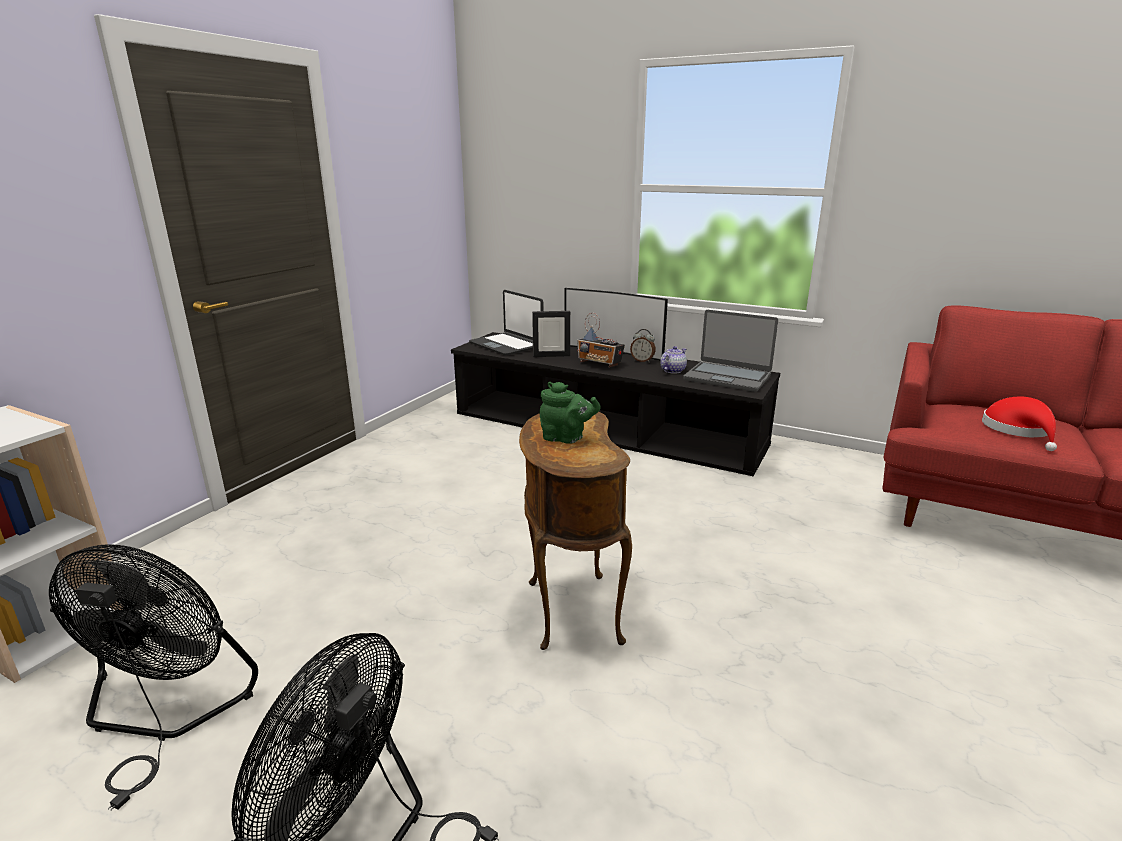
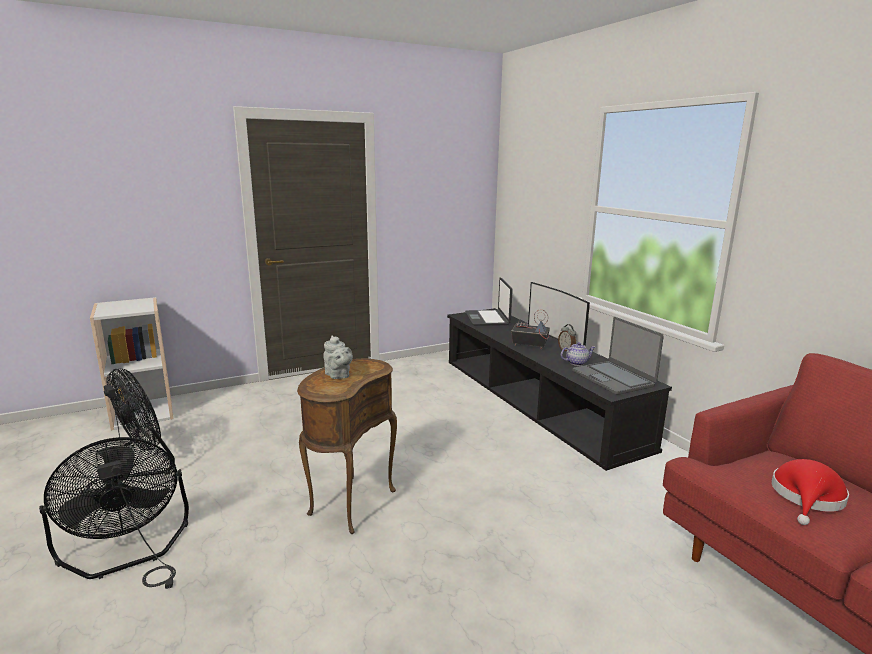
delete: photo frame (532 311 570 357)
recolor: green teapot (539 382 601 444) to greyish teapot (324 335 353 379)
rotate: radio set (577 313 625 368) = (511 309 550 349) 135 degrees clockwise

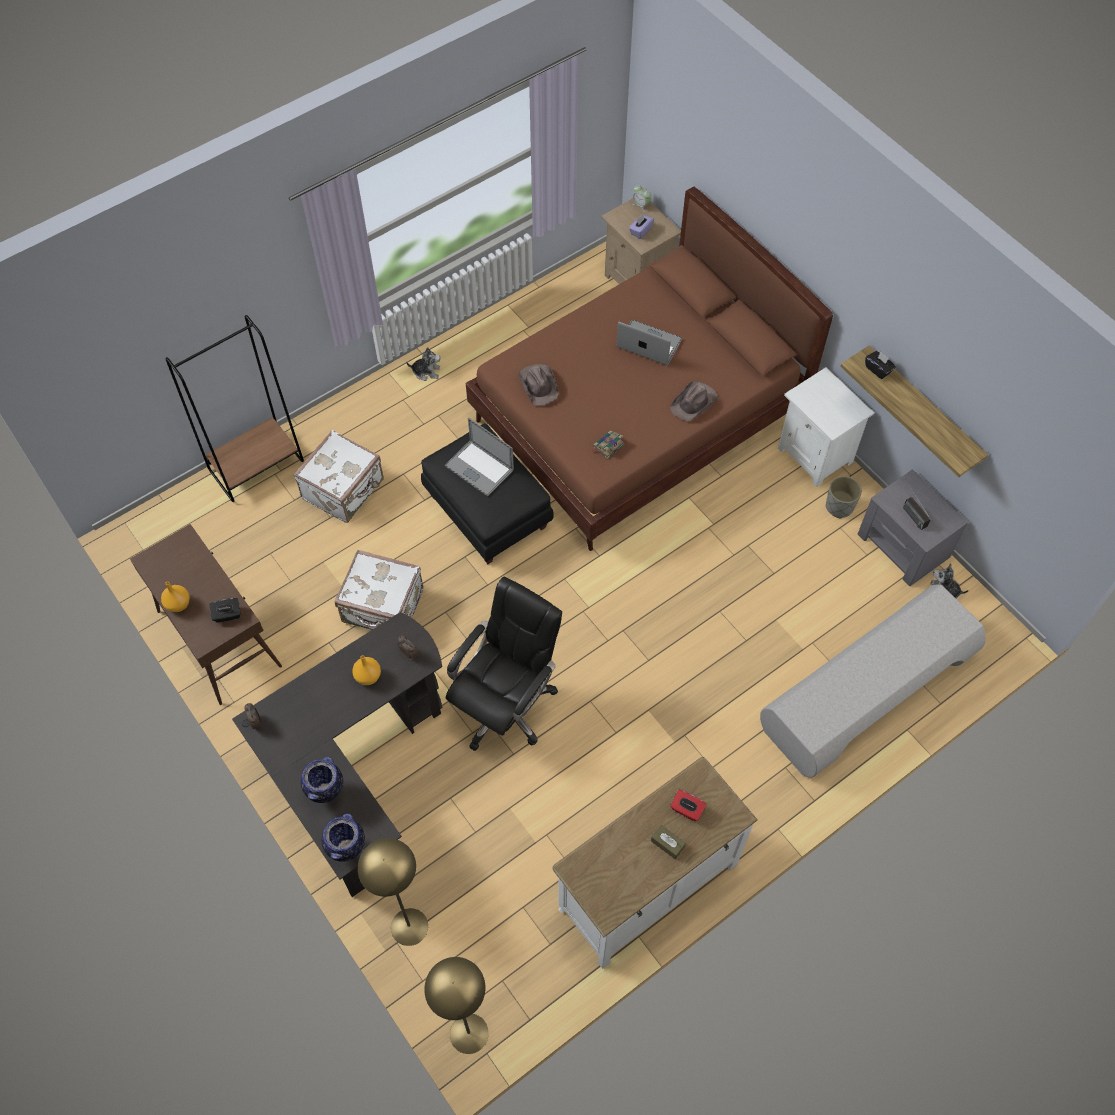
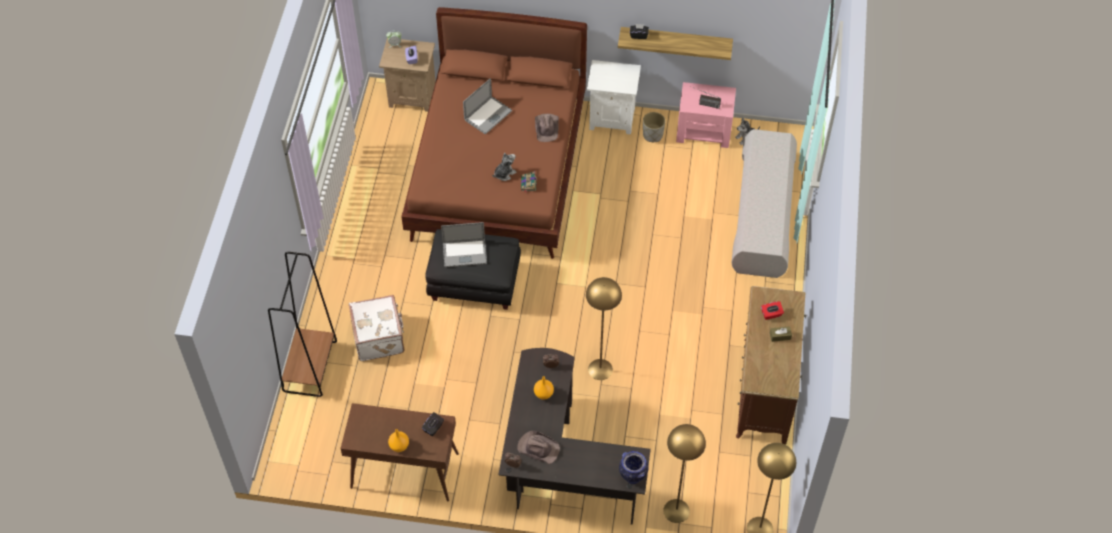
delete: decorative vase (301 757 343 803); white piece of luggage (335 550 423 630)
move: soft toy (406 347 440 381) to (492 153 517 181); brown wearable hat (518 364 559 406) to (517 431 560 464)
replace: black-coloured computer chair (446 577 562 751) to yellowish standard lamp (586 277 622 380)
recolor: greyish bedside table (858 469 968 586) to pinkish bedside table (676 82 736 148); white drawer chest (552 757 758 969) to brown drawer chest (736 286 806 444)
rotate: portable computer (617 320 682 366) = (463 78 512 134) 150 degrees clockwise

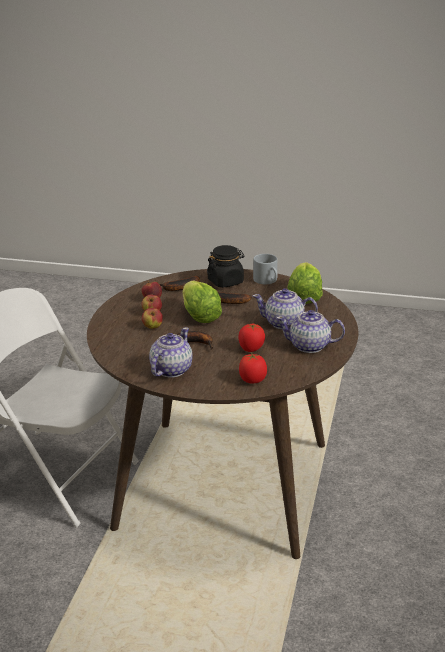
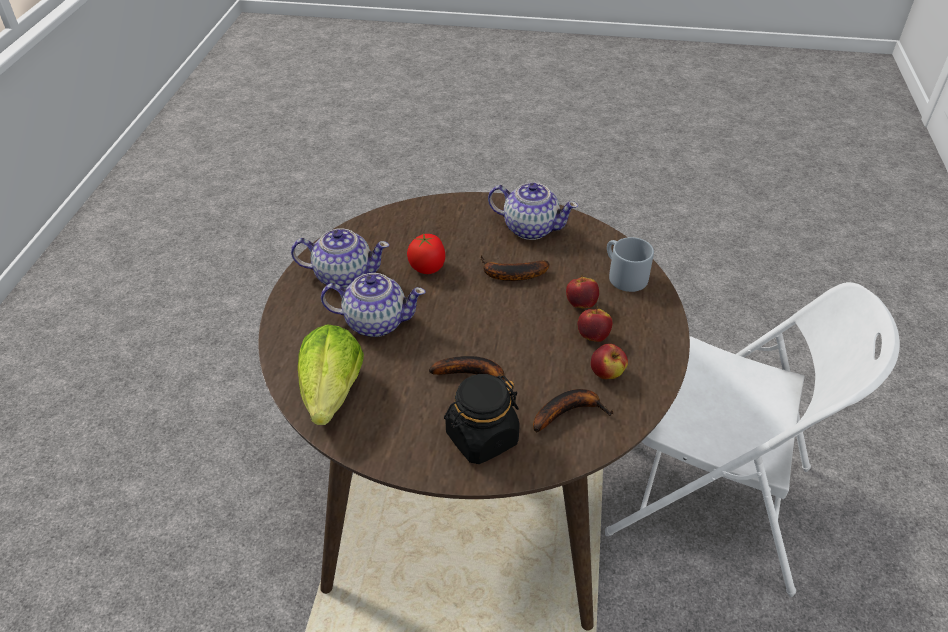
delete: lettuce (183 281 222 323); fresh tomato (239 352 267 384)
move: greyish tea mug (253 254 278 284) to (607 237 654 292)
rotate: teapot (149 327 193 377) = (488 183 578 240) 90 degrees counterclockwise

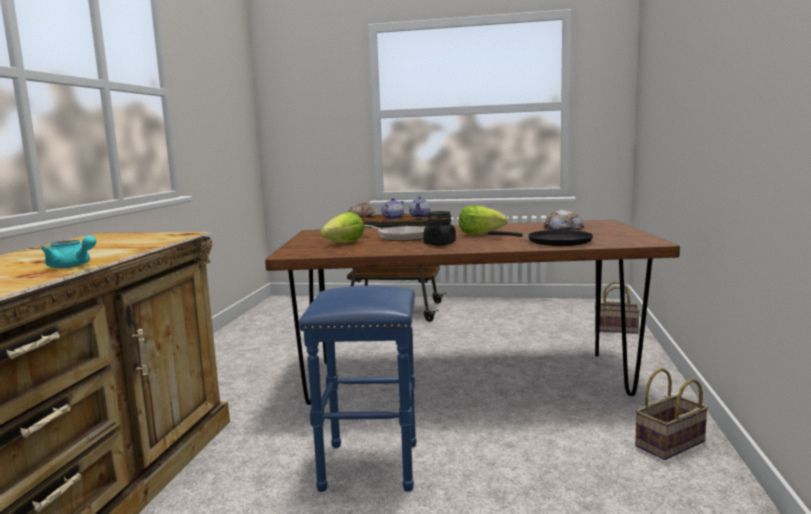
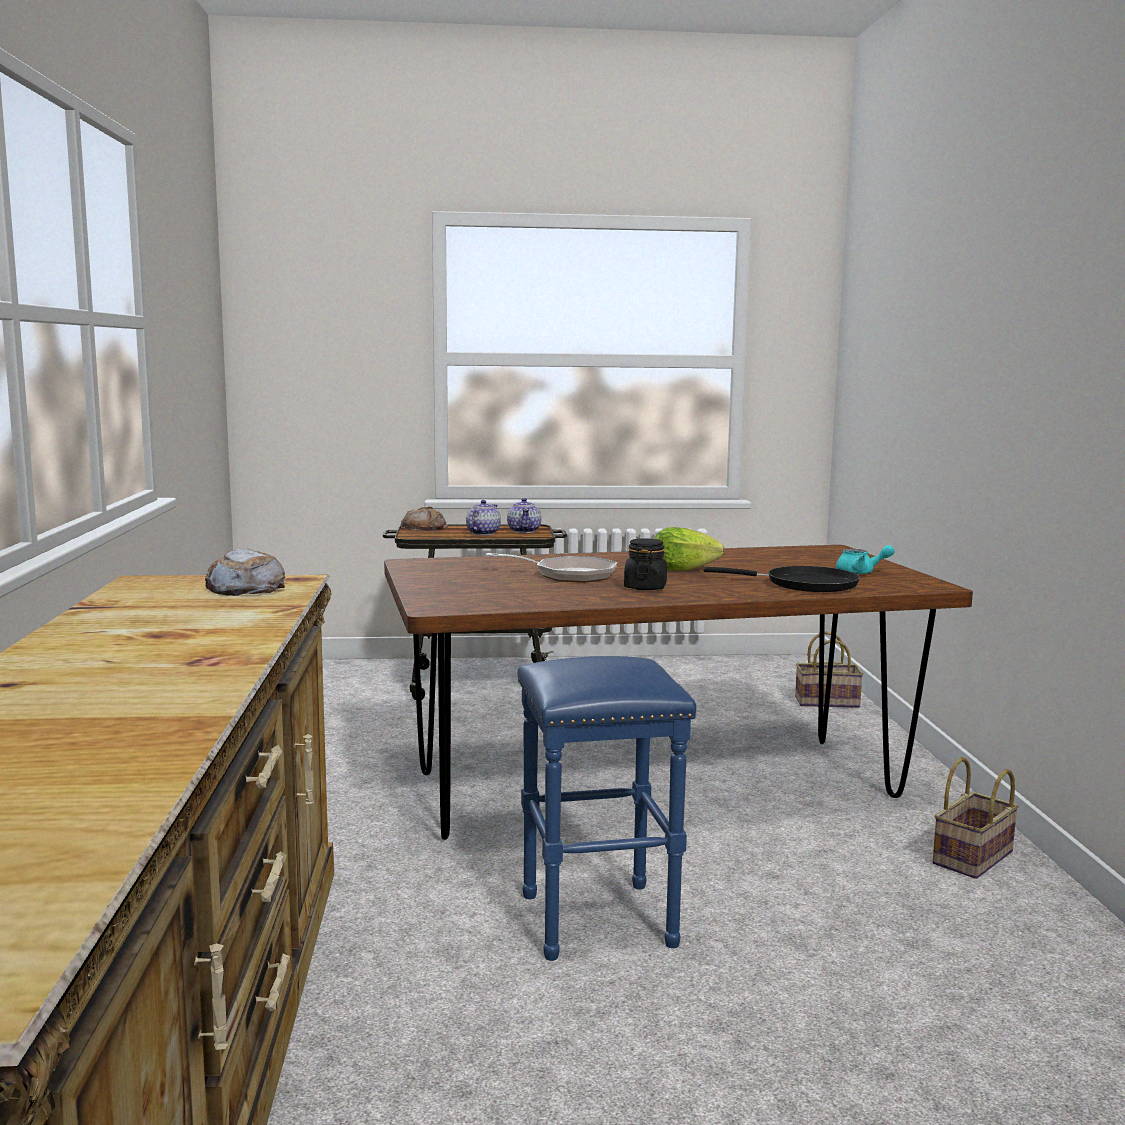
delete: lettuce (320 212 364 243)
move: baked bread (544 210 584 230) to (205 548 285 596); turquoise-coloured teapot (41 235 96 268) to (836 545 895 575)

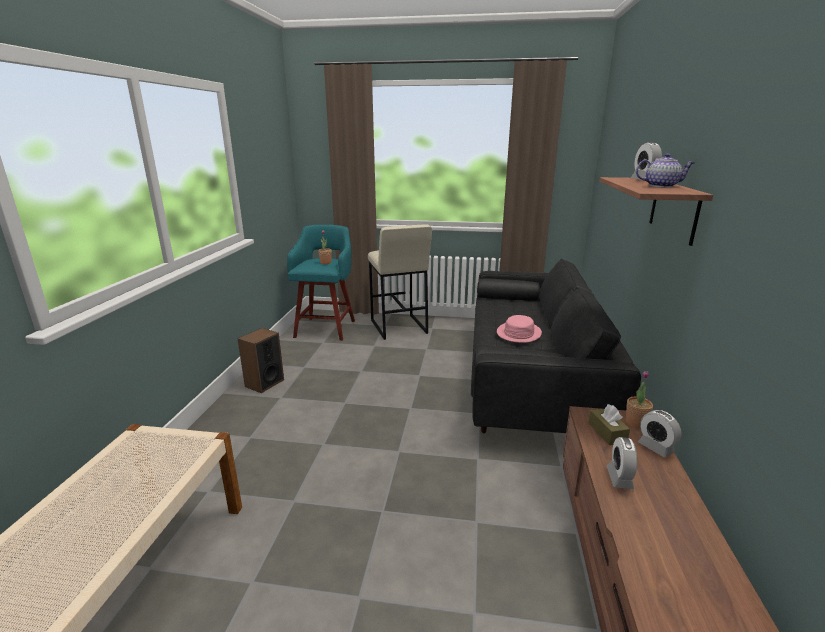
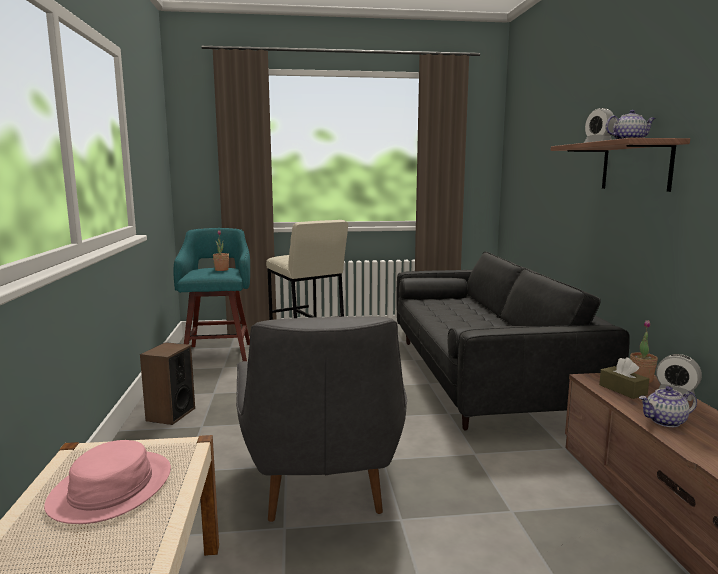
insert: greyish lounge chair (236 316 407 522)
move: pinkish wearable hat (497 315 542 343) to (44 440 171 524)
replace: table clock (607 437 637 489) to teapot (639 386 697 427)

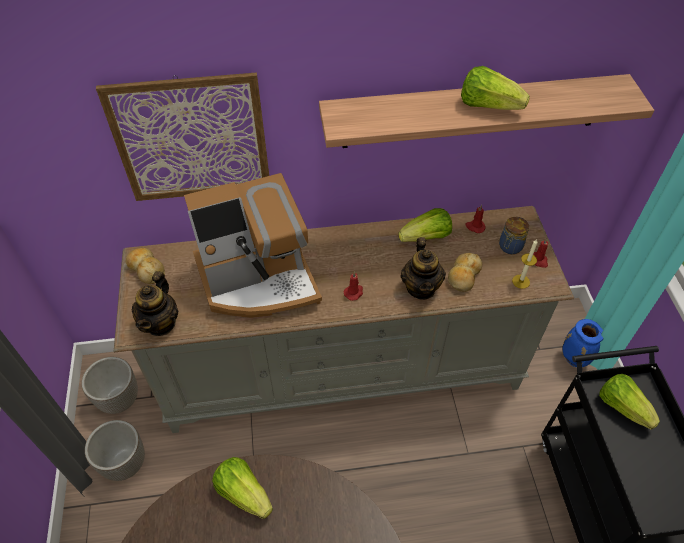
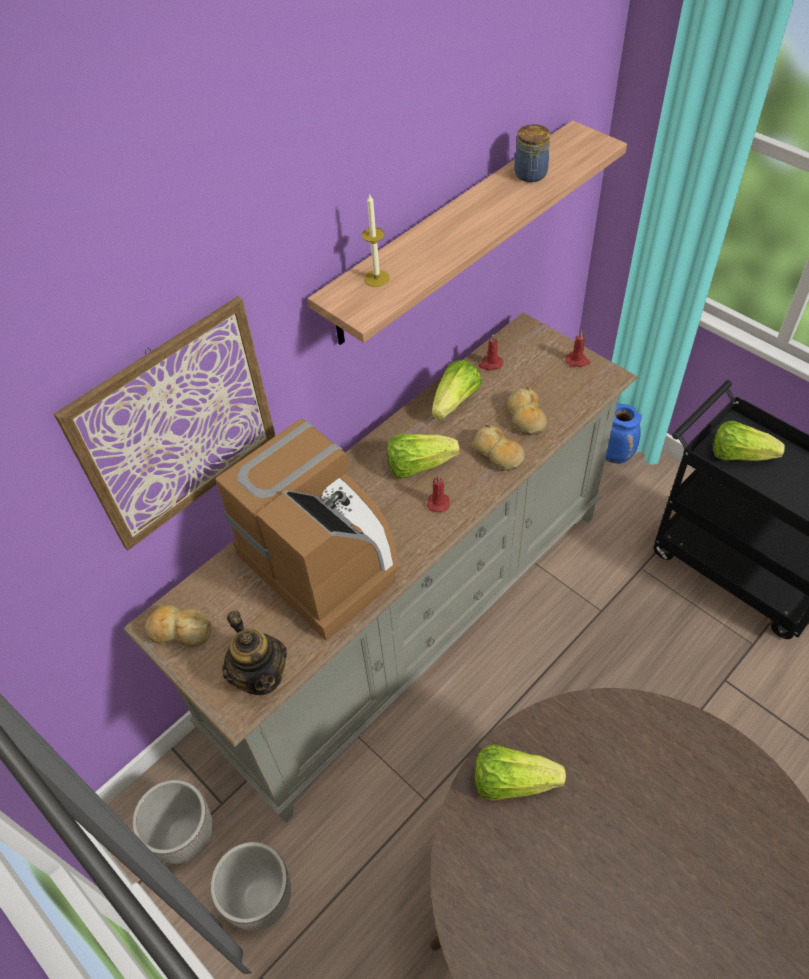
move: candle (512 239 538 289) to (362 195 390 287); lettuce (461 66 530 110) to (387 434 460 478); jar (499 217 529 254) to (514 124 550 182)
replace: teapot (400 237 446 300) to baked bread (472 425 525 471)
rotate: coffee brewer (184 173 322 318) = (215 419 399 641) 75 degrees counterclockwise

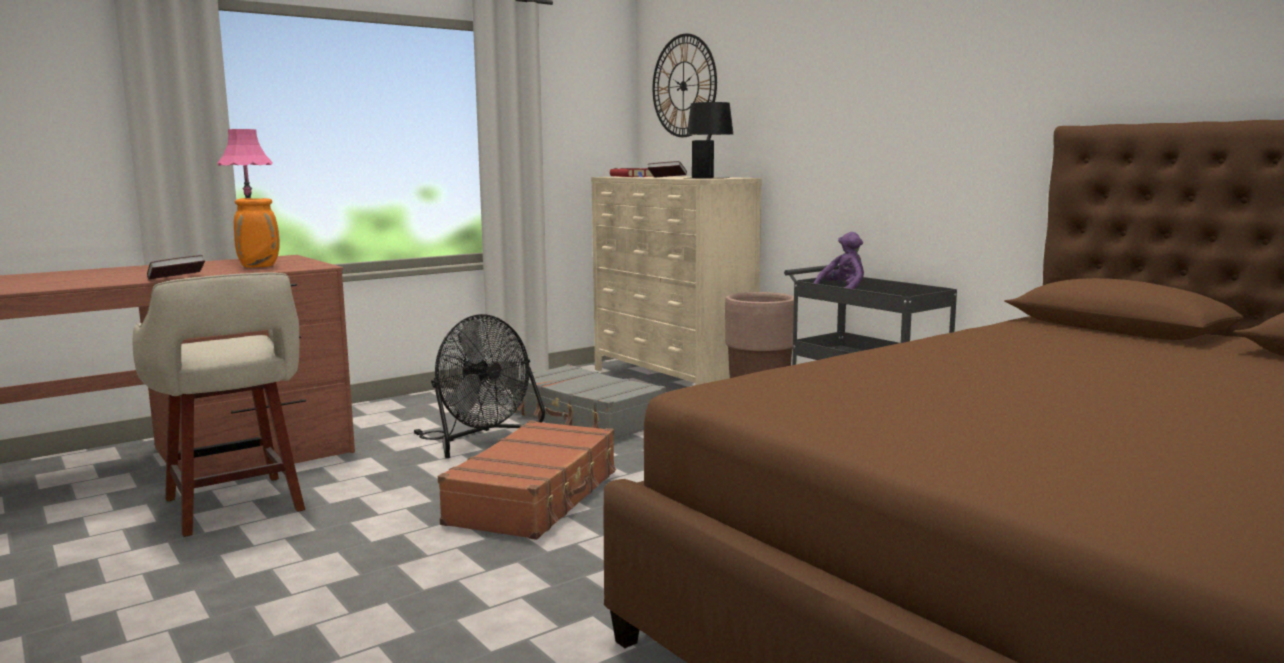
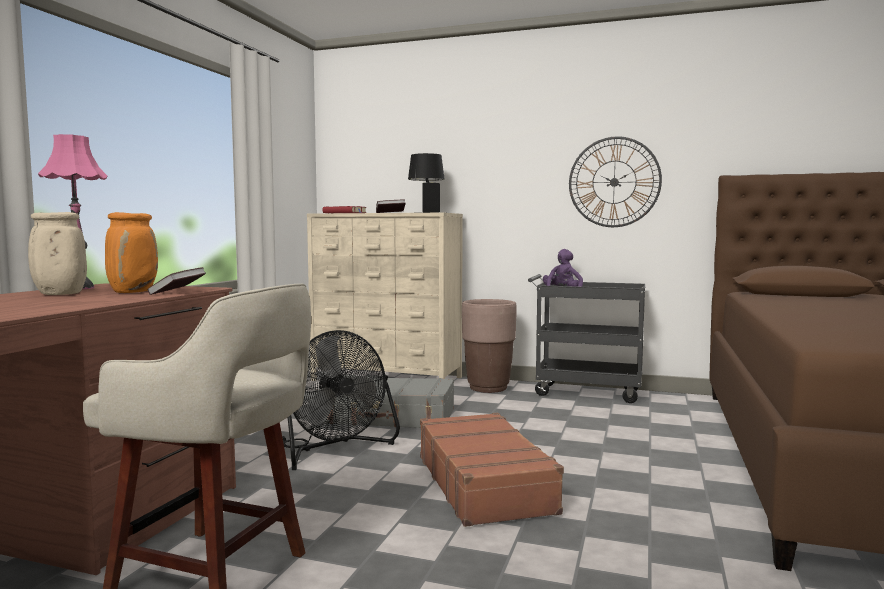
insert: beige decorative vase (28 212 87 295)
move: book (147 255 205 280) to (148 267 206 295); hanging clock (653 33 717 137) to (569 136 662 227)
rotate: black-coloured cooling fan (414 314 545 458) = (282 330 400 470) 45 degrees clockwise

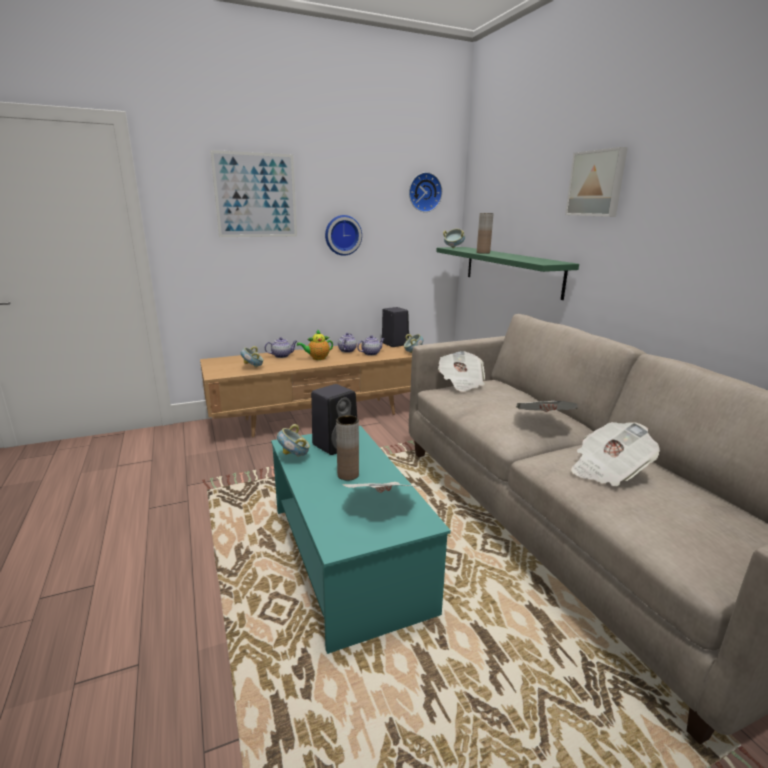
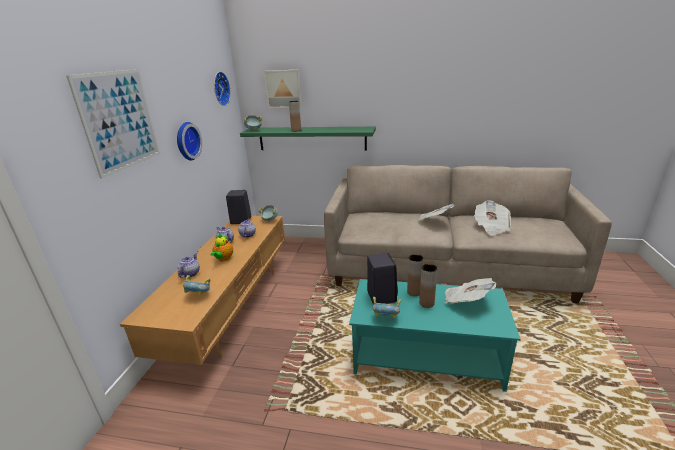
delete: newspaper (438 351 485 392)
insert: brown decorative vase (407 254 424 296)
move: wall art (565 147 628 217) to (264 69 303 108)

